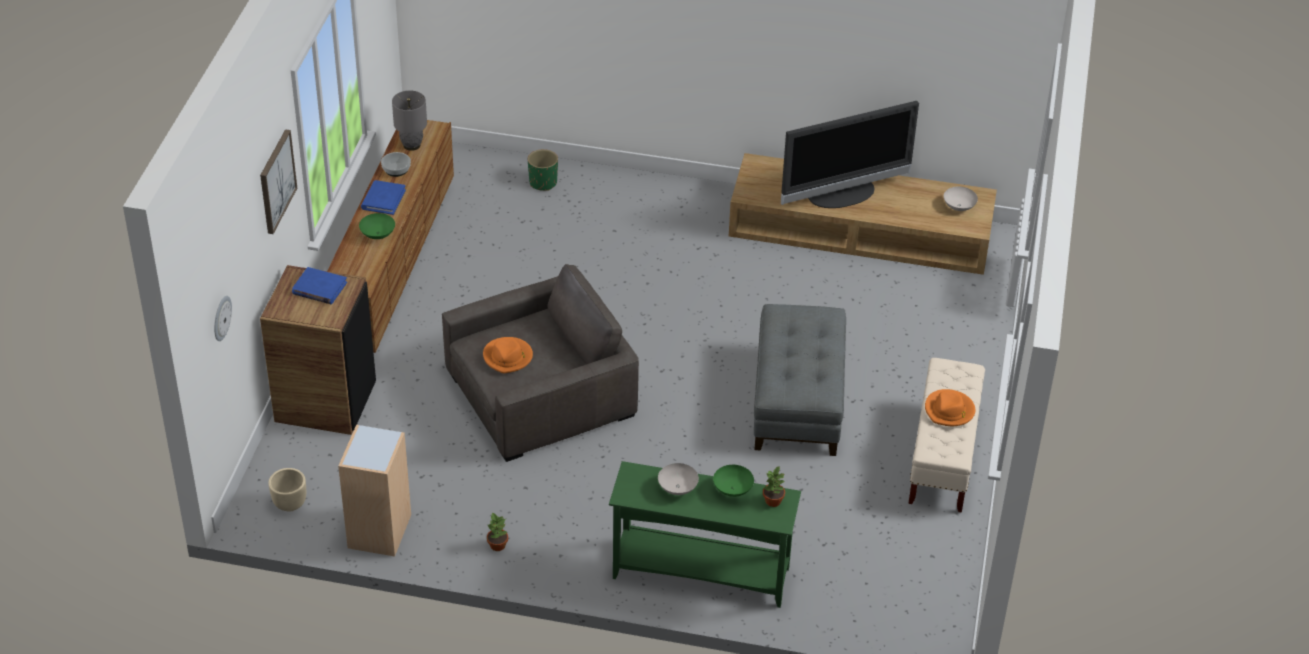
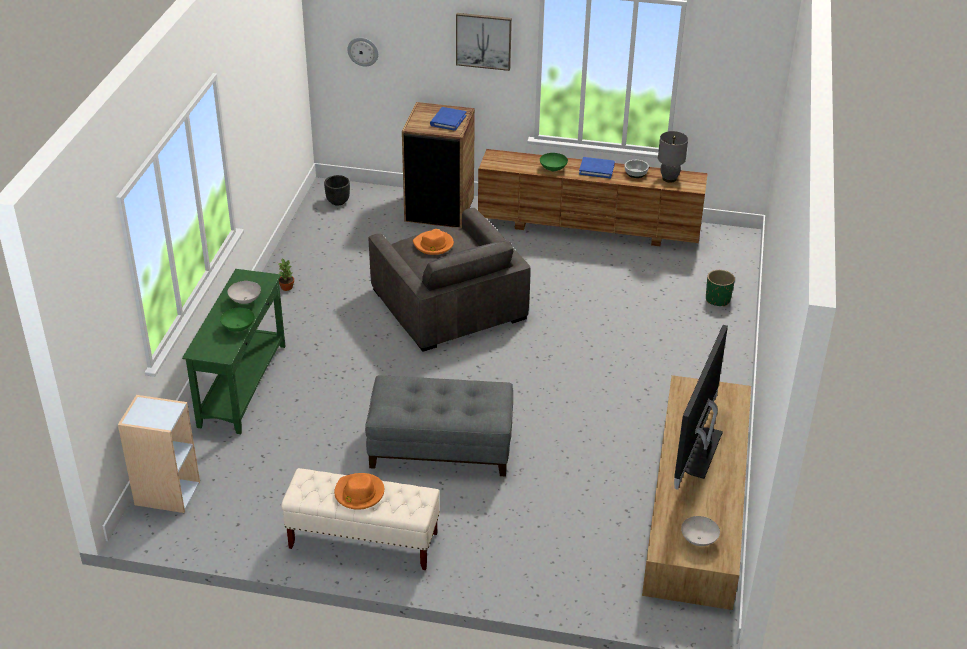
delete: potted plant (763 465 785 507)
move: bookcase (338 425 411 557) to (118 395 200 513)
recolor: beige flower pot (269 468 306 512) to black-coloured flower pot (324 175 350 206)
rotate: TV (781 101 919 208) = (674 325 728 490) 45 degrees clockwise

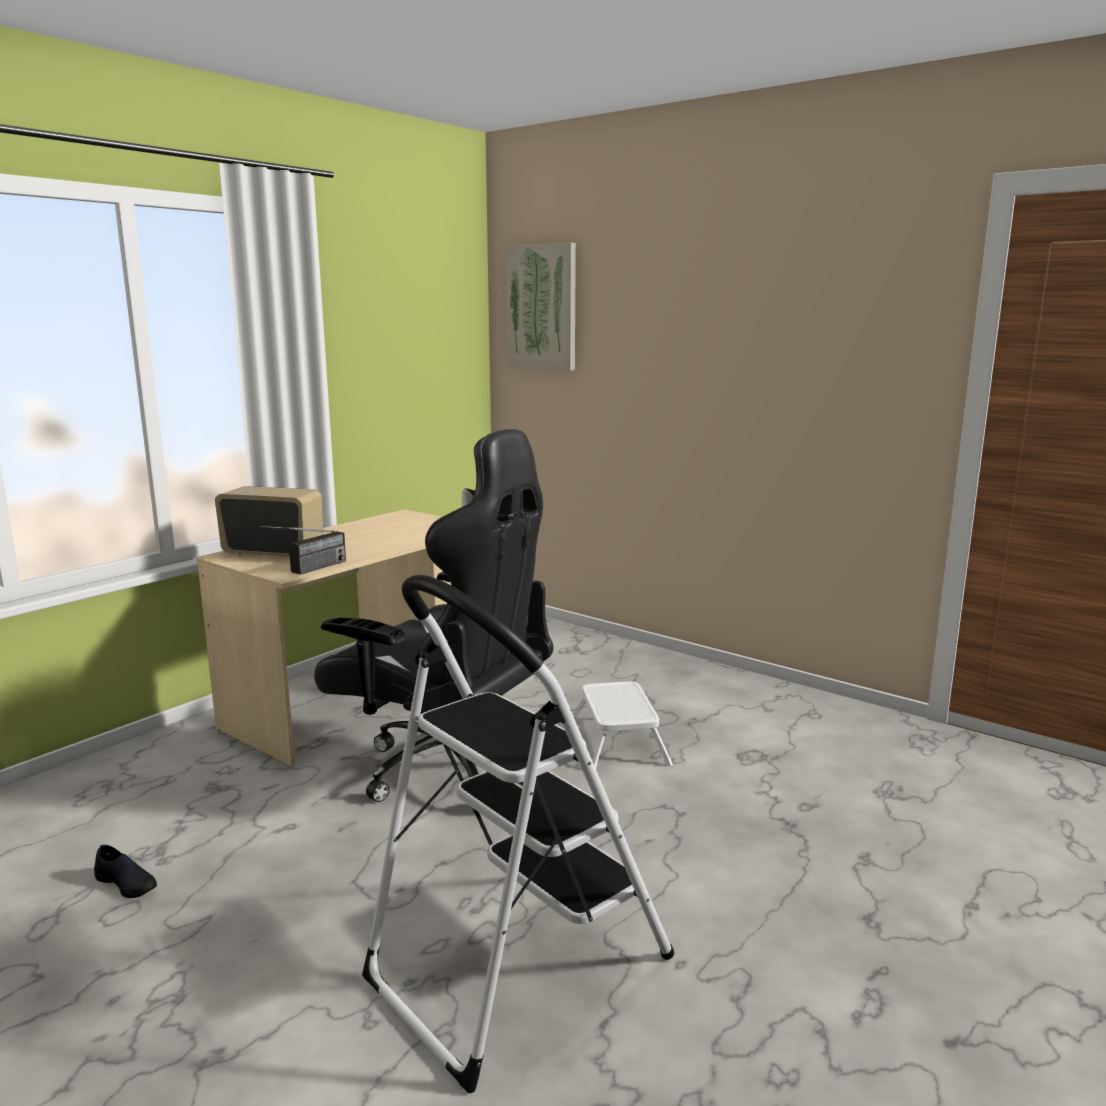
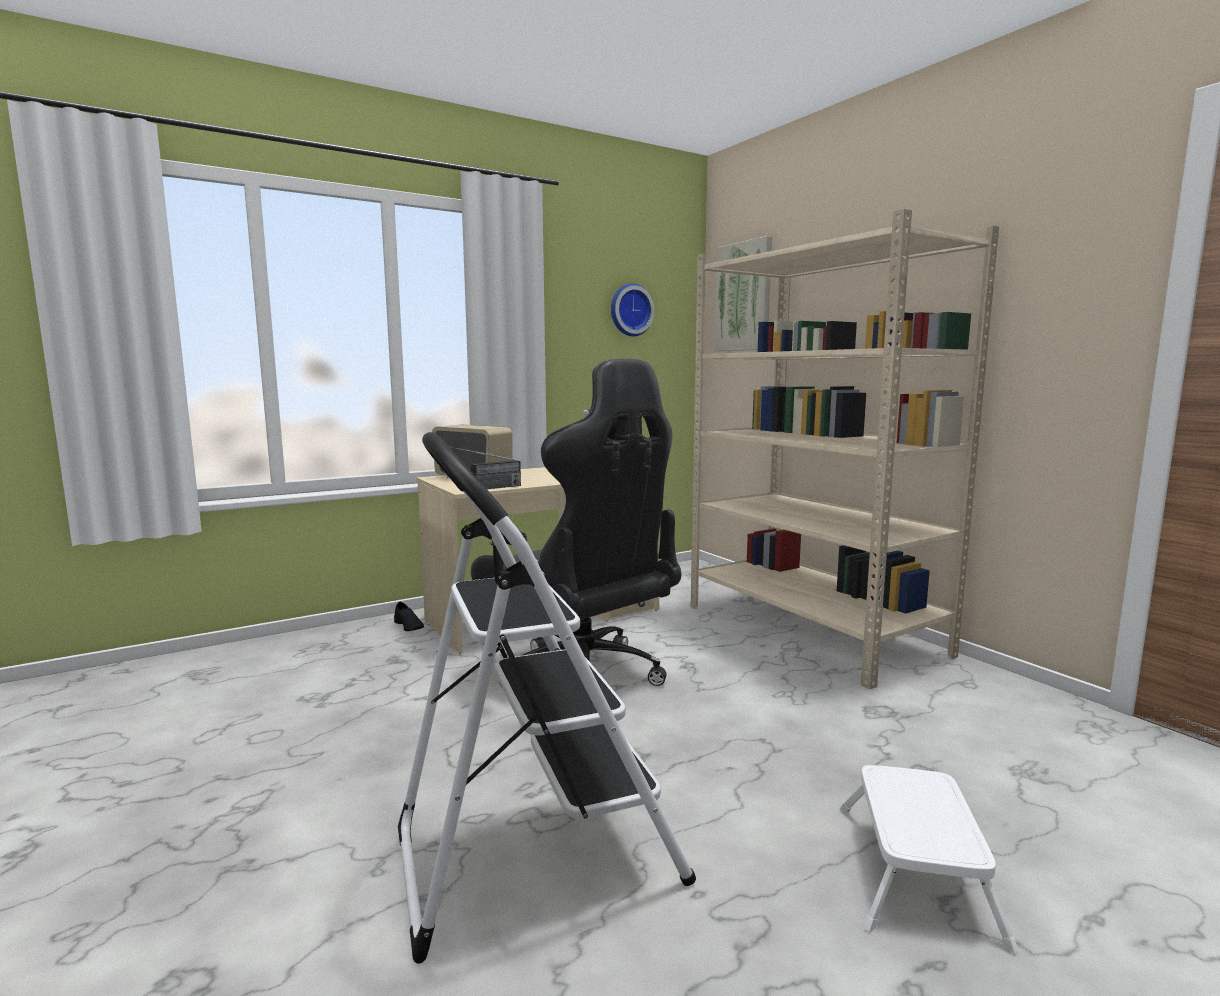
insert: hanging clock (611 283 655 336); beige bookcase (691 209 999 690)
move: black-coloured low shoe (94 845 157 898) to (394 602 424 631); white step ladder (573 682 673 769) to (840 765 1018 954)

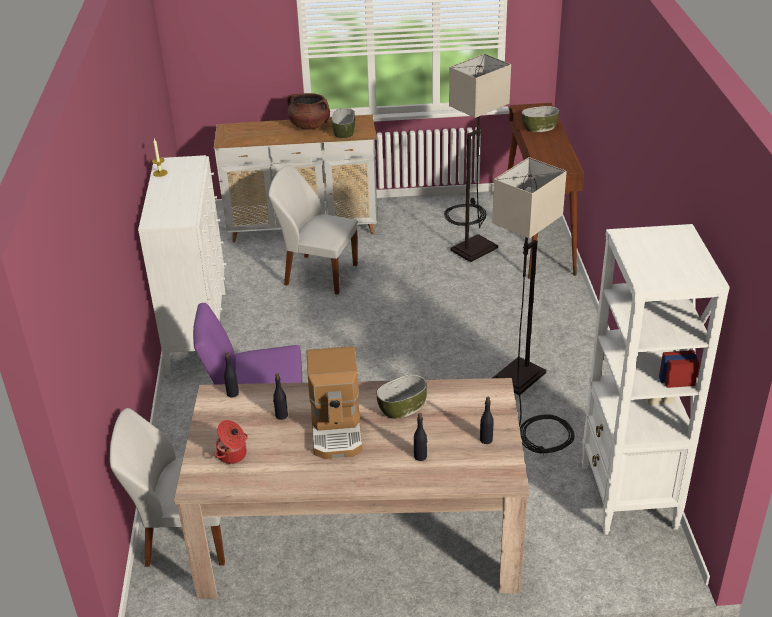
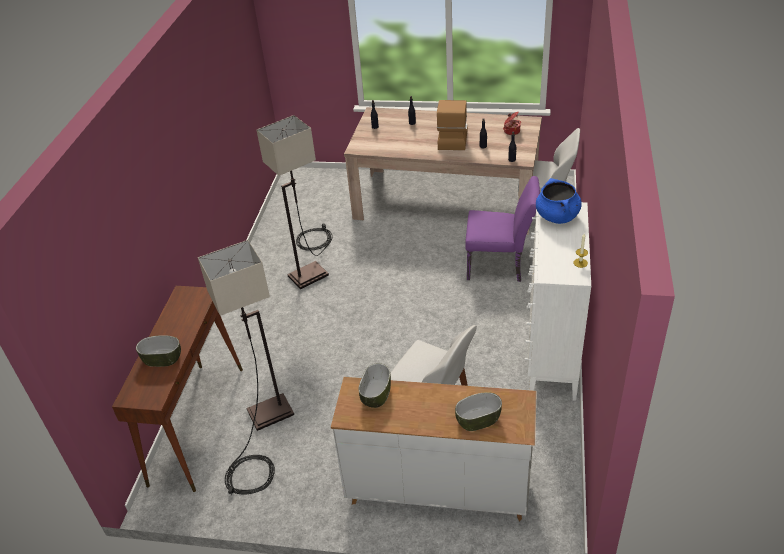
delete: brown stockpot (287 93 330 130); white bookcase (582 224 730 535)
insert: bluish stockpot (536 178 582 224)
move: bowl (376 374 427 419) to (455 392 502 431)

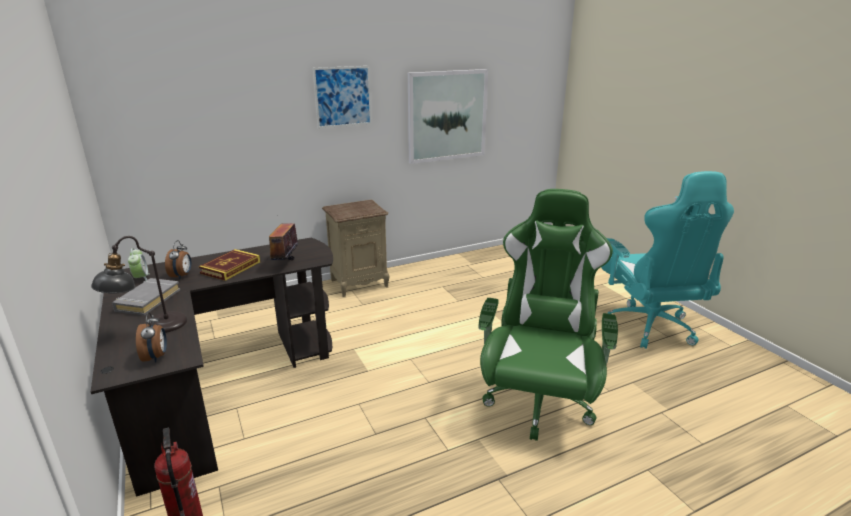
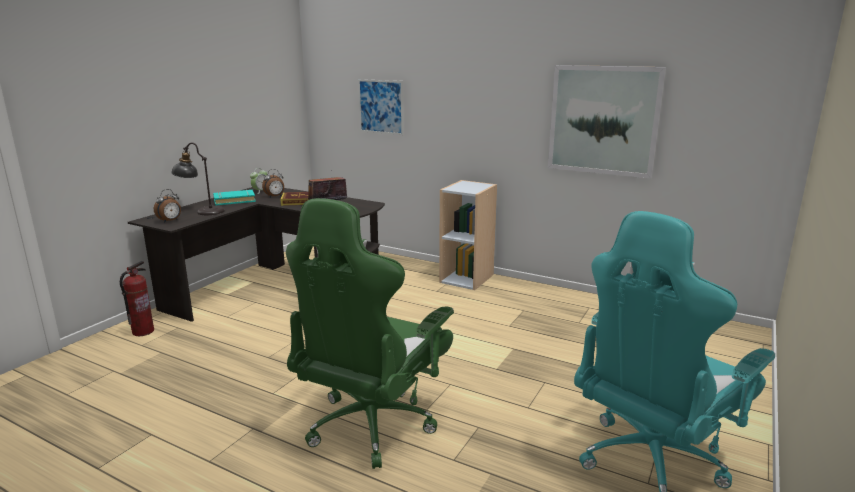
move: wall art (313 66 372 128) to (358 79 404 135)
replace: beige bedside table (322 200 389 297) to bookcase (439 180 497 290)
recolor: greyish book (112 278 180 316) to turquoise-coloured book (213 190 256 206)
rotate: green computer chair (478 189 618 441) = (286 198 454 469) 135 degrees clockwise

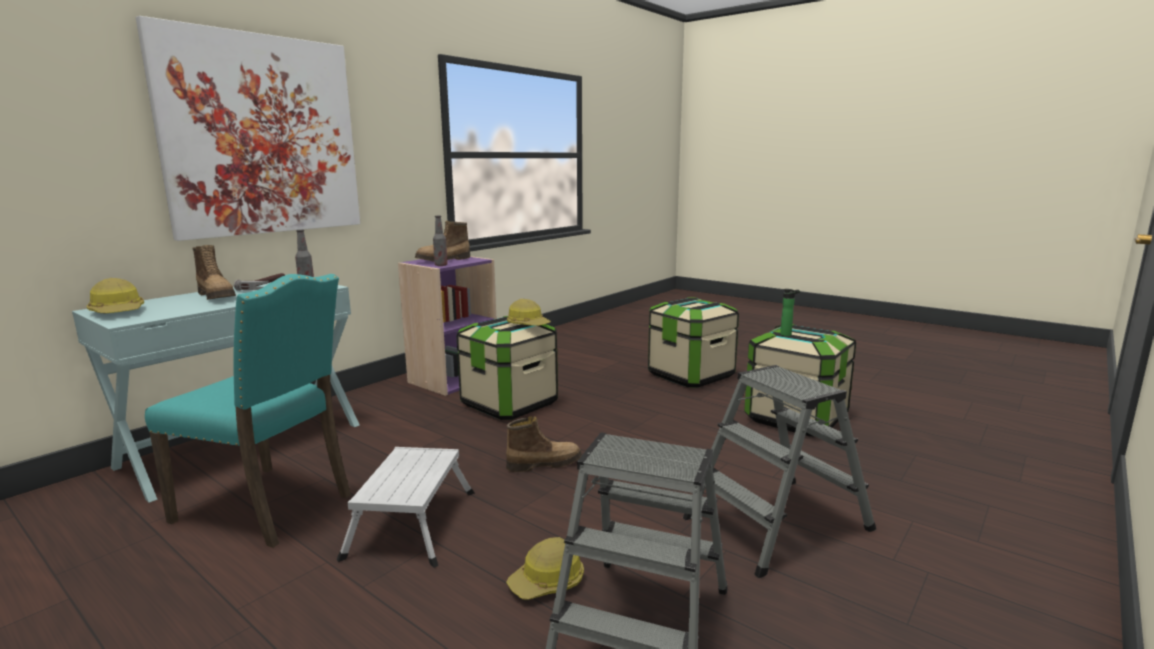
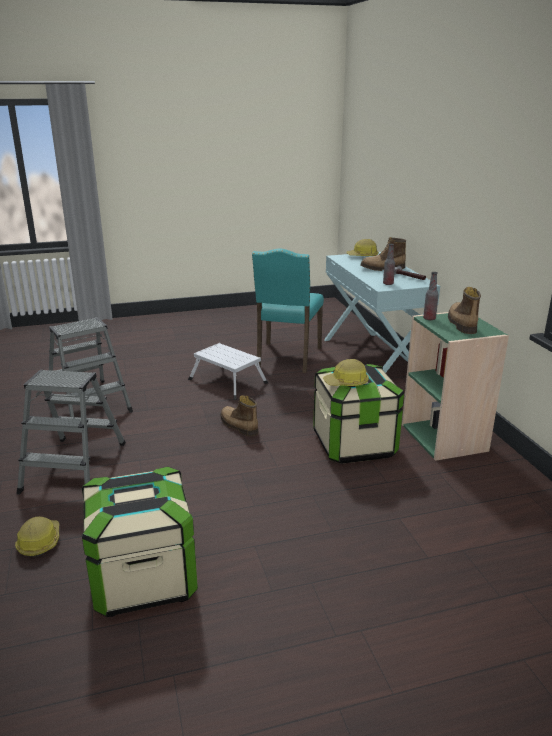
delete: wall art (136 16 361 241); storage container (648 297 739 388); bottle (780 289 800 336)
move: safety helmet (506 537 584 600) to (15 517 60 558)
recolor: purple-coloured bookcase (398 256 496 396) to green bookcase (402 312 509 461)
rotate: boot (506 416 582 472) = (220 395 259 437) 120 degrees clockwise; turquoise-coloured upright chair (145 274 351 548) = (252 248 324 373) 45 degrees counterclockwise

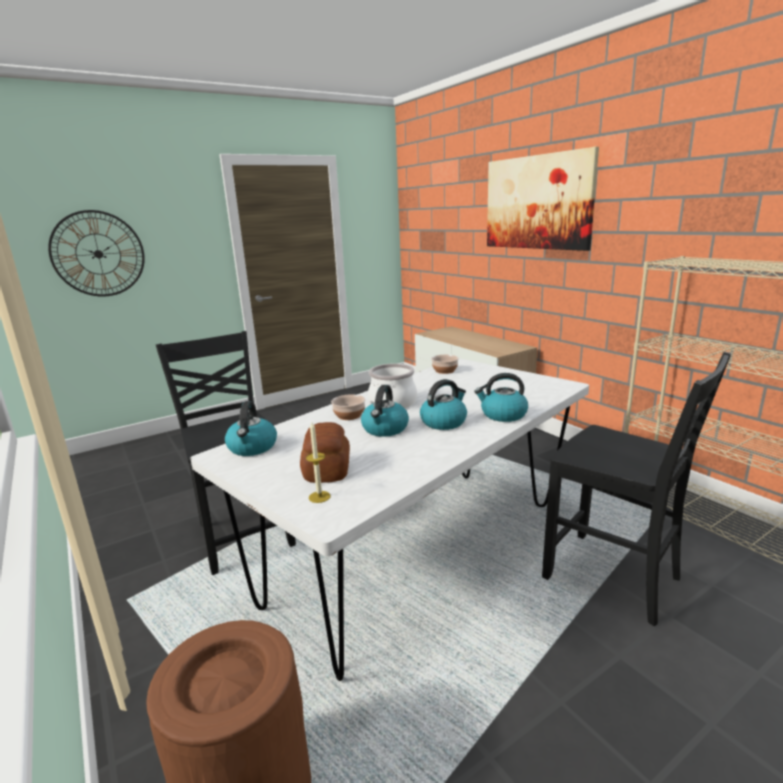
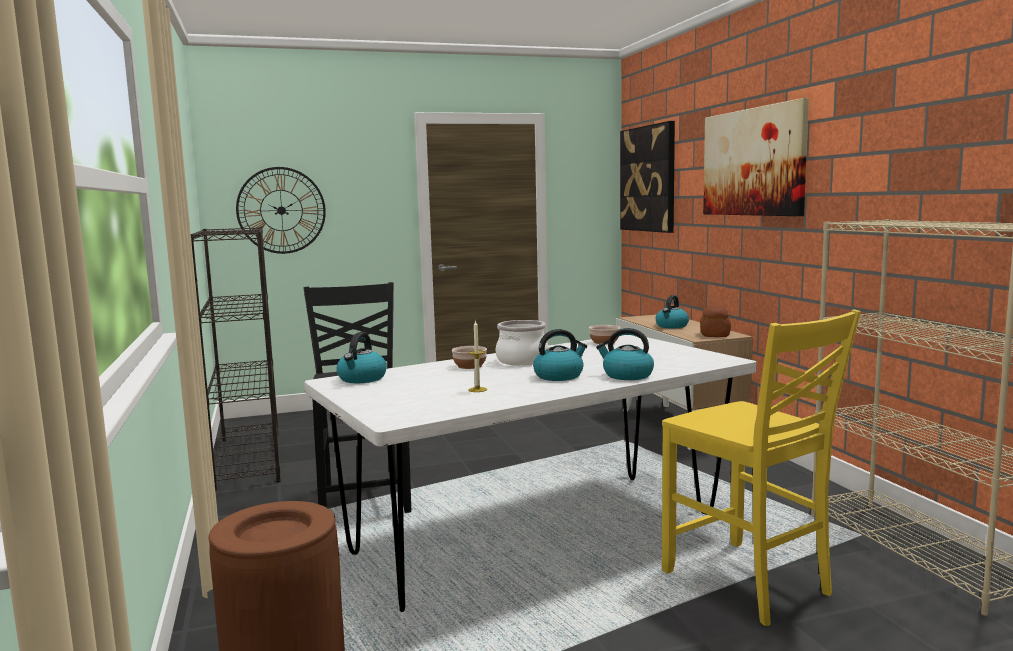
insert: black-coloured bookcase (191 227 281 491); wall art (620 121 675 233)
move: candle (306 422 331 503) to (468 320 487 392); kettle (361 385 409 437) to (656 295 689 328); baked bread (300 422 350 483) to (700 306 731 337)
recolor: black-coloured upright chair (542 352 731 626) to yellowish upright chair (662 310 861 626)

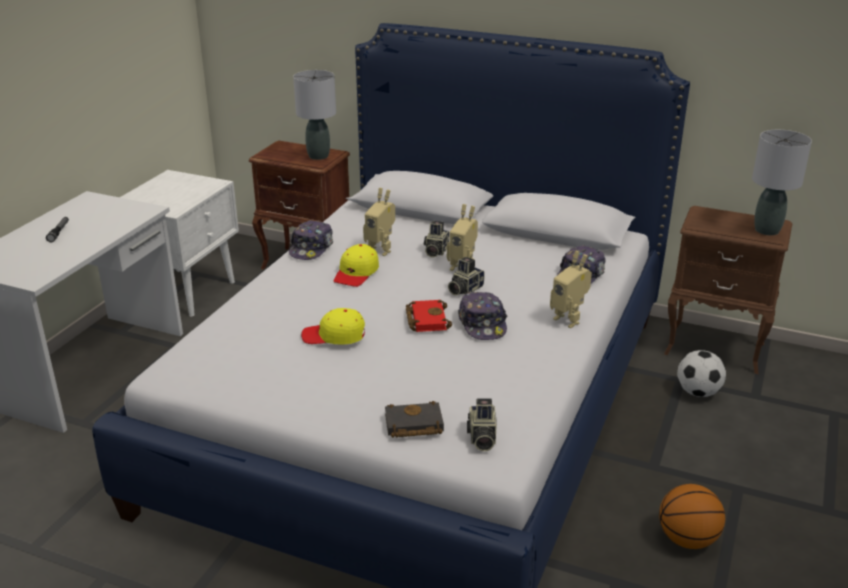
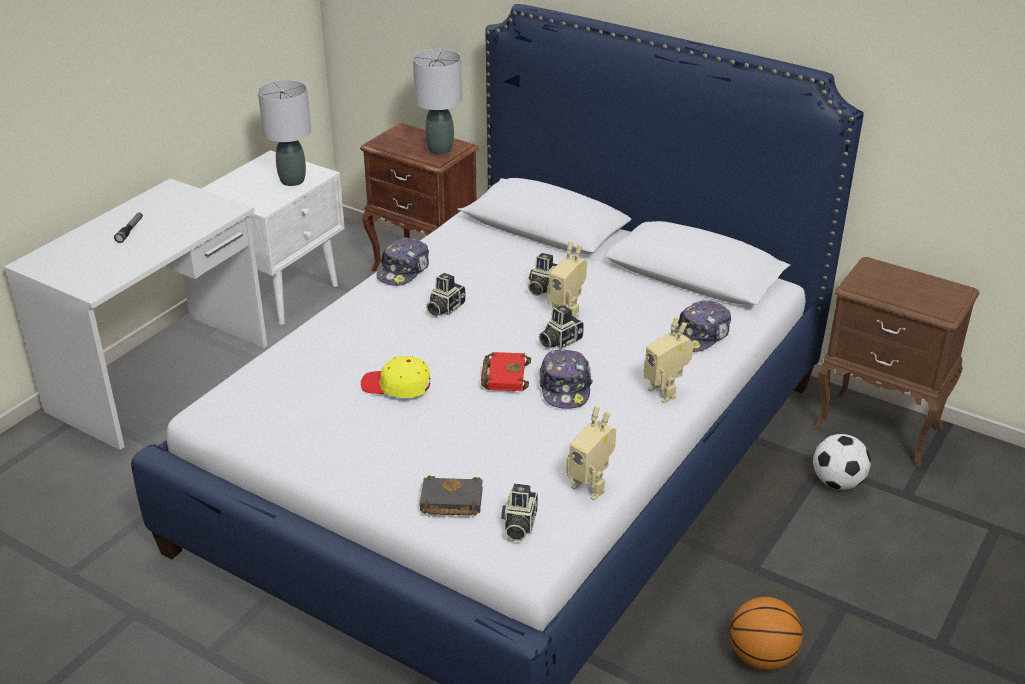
move: greyish tabletop lamp (752 130 812 235) to (258 80 311 186); model robot (363 188 395 256) to (566 406 616 500)
replace: yellowish baseball cap (334 244 379 287) to photo camera (426 273 466 317)

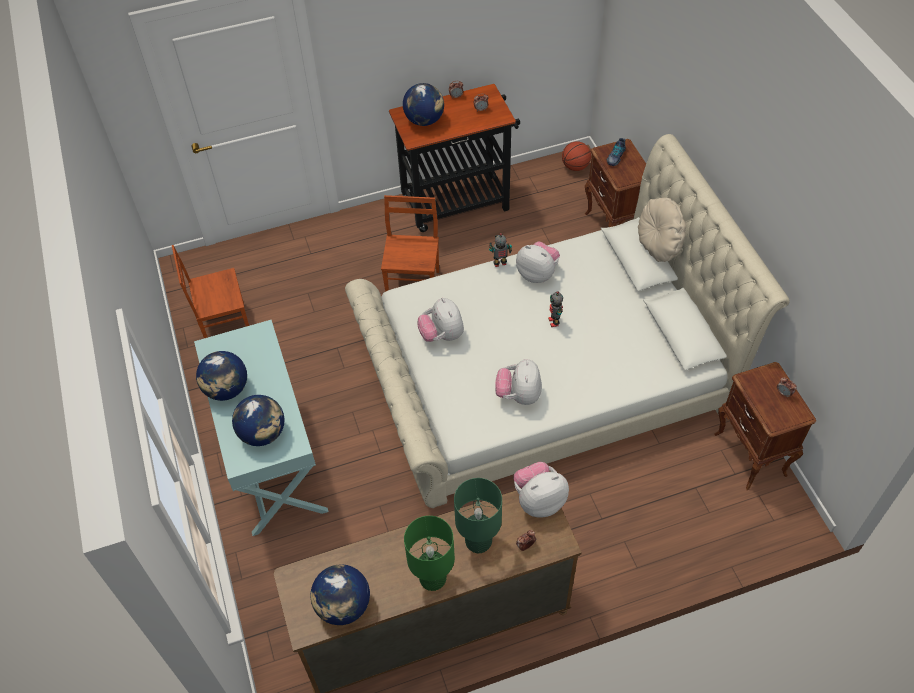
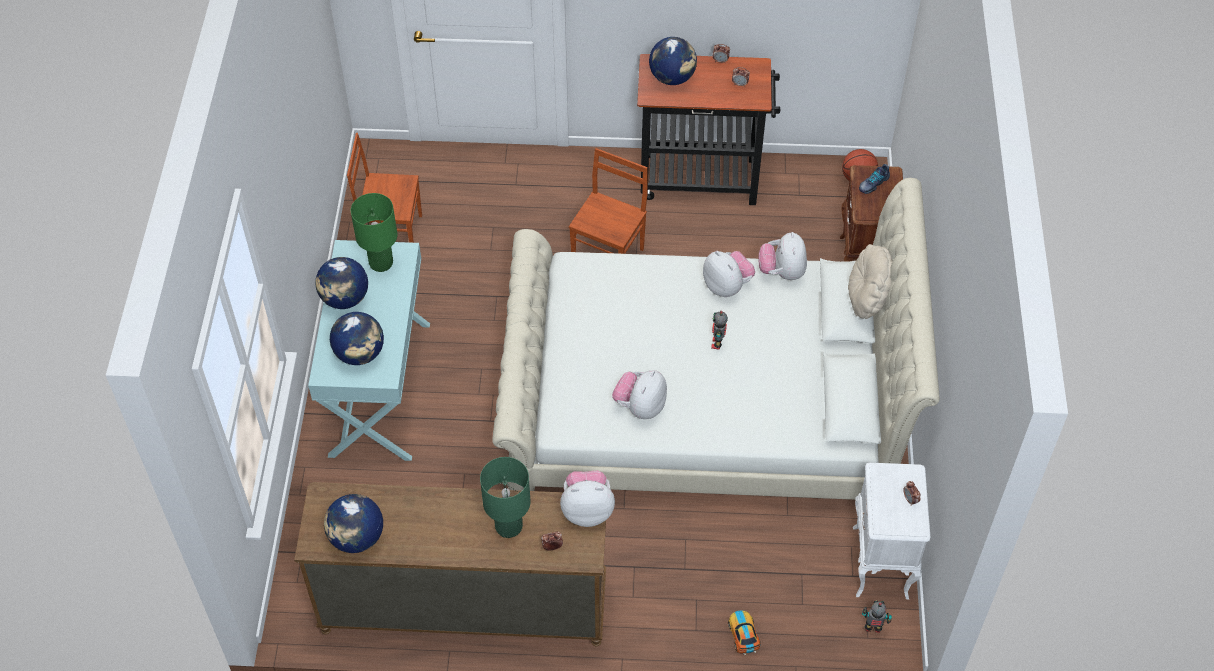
insert: miniature car (728 611 761 655)
move: green tabletop lamp (404 516 455 591) to (351 193 397 272); soft toy (417 298 464 342) to (758 232 807 280); model robot (489 233 512 267) to (862 601 892 633)
recolor: brown bedside table (714 362 816 490) to white bedside table (853 462 931 600)

